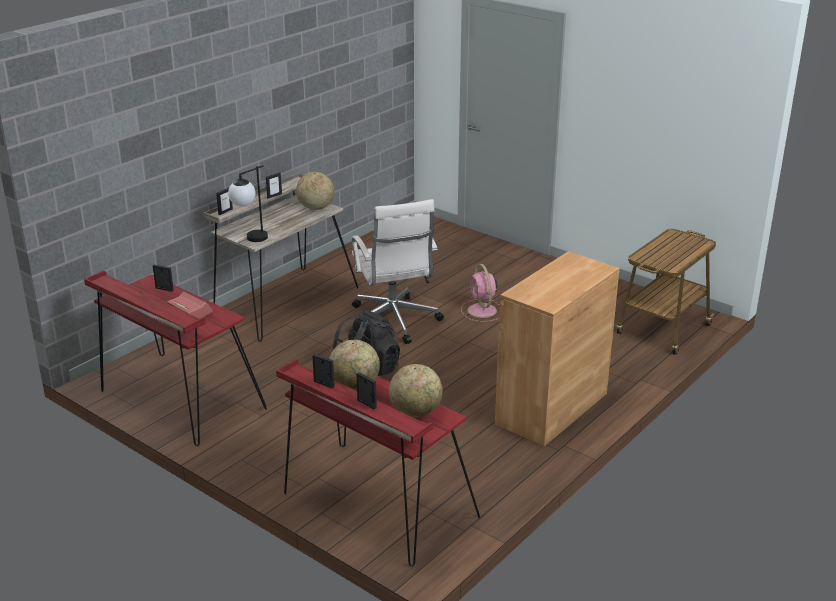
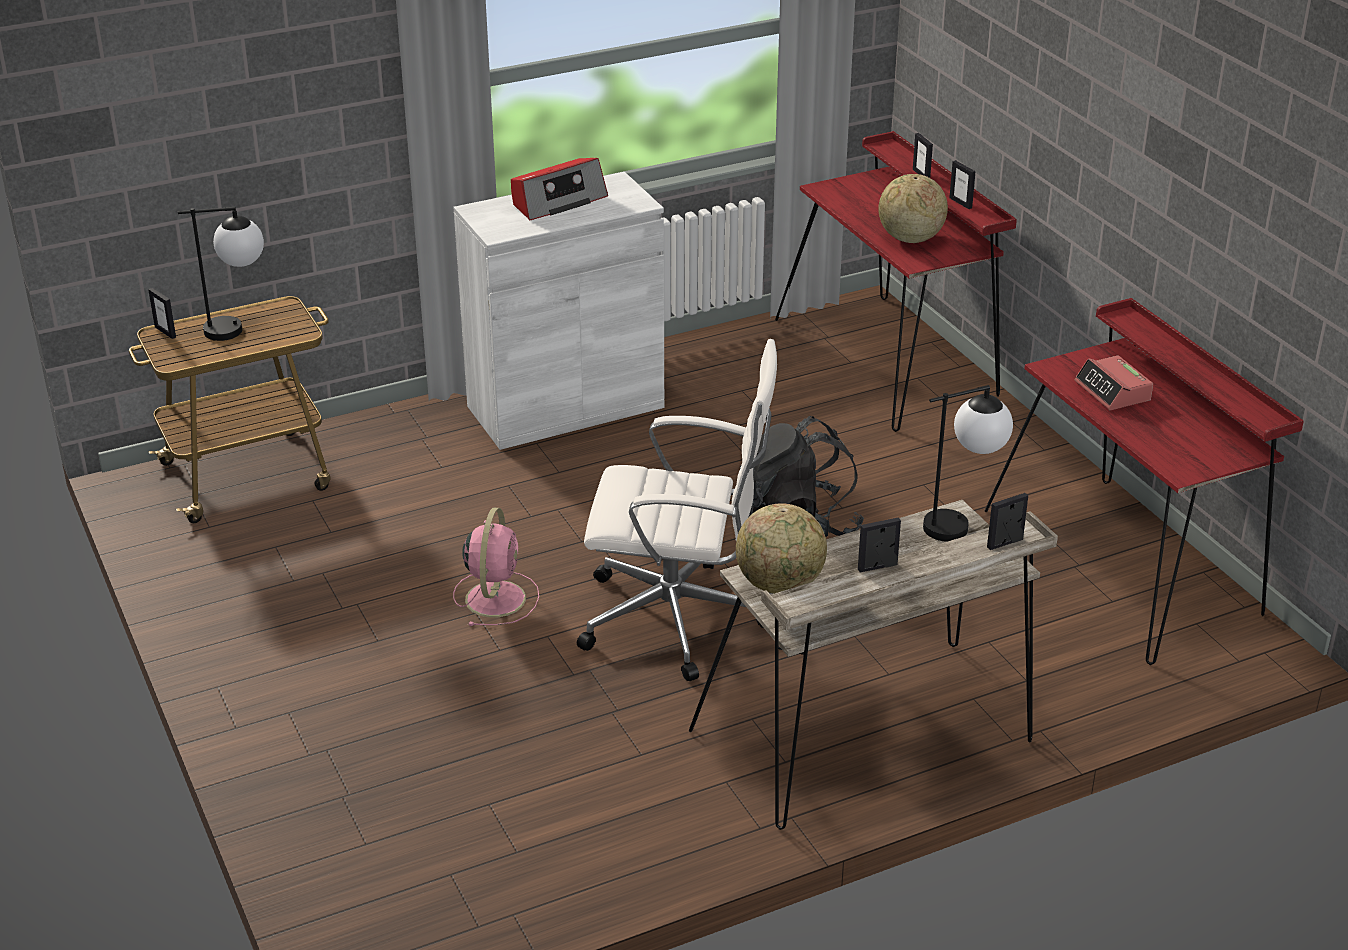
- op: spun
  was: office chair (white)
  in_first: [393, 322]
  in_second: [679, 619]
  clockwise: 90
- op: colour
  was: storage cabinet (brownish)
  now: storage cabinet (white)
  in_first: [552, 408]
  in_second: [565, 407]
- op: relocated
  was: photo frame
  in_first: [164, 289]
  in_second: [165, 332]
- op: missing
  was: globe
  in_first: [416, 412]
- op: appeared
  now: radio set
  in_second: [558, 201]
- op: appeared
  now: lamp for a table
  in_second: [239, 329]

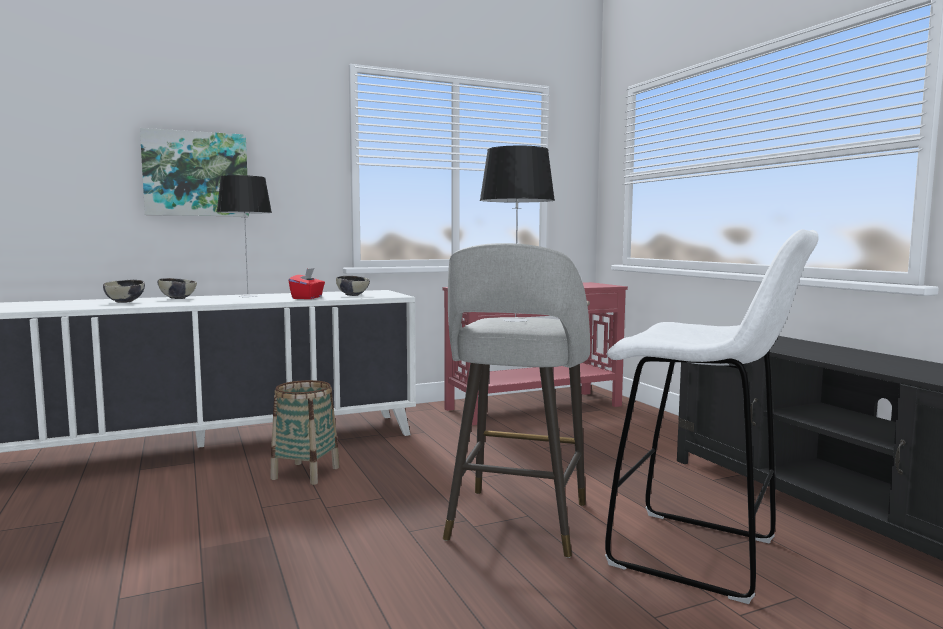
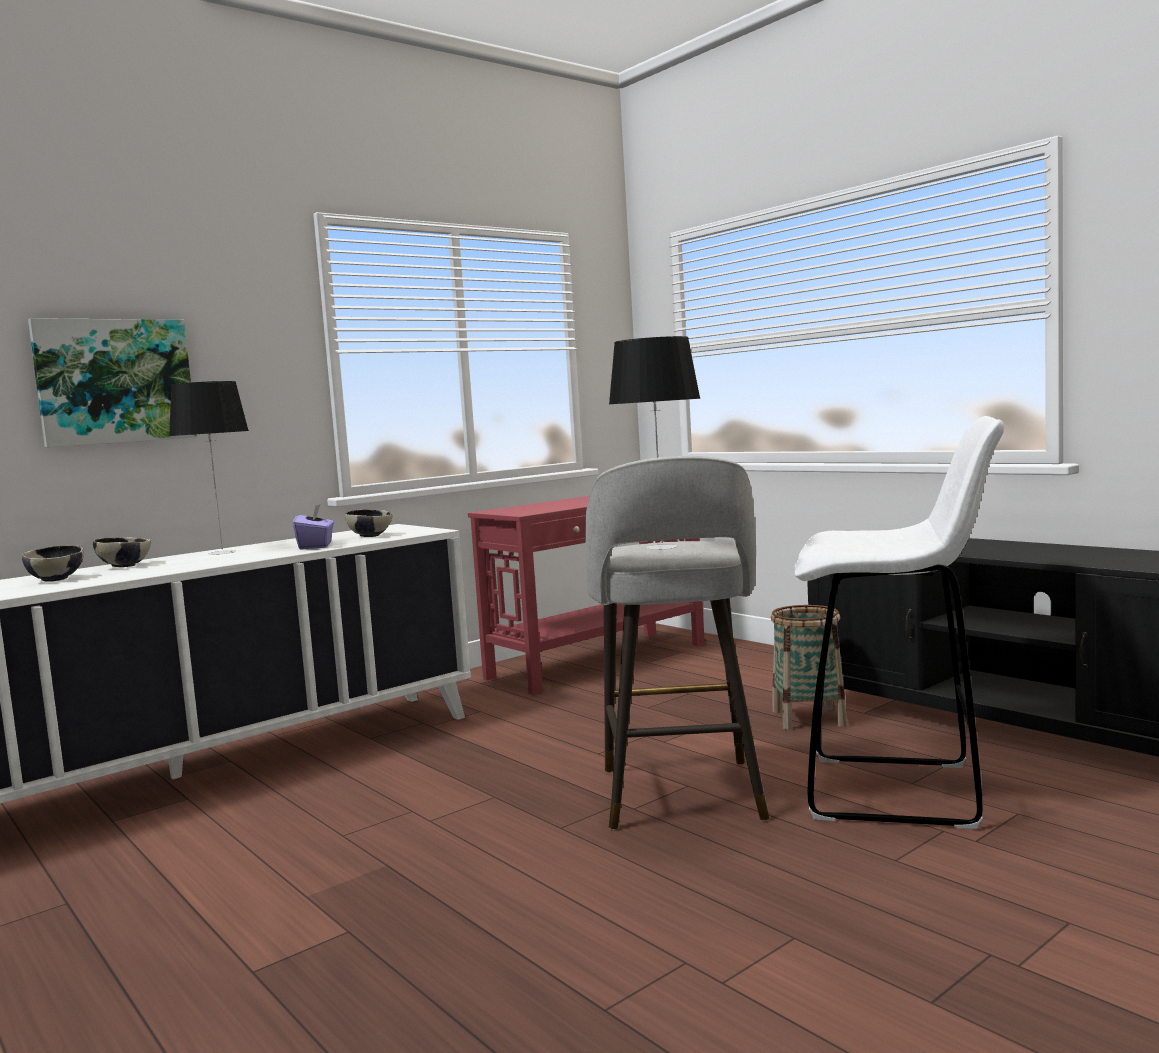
- op: colour
  was: tissue holder (reddish)
  now: tissue holder (purple-coloured)
  in_first: [307, 298]
  in_second: [316, 546]
- op: relocated
  was: household basket
  in_first: [305, 473]
  in_second: [808, 718]

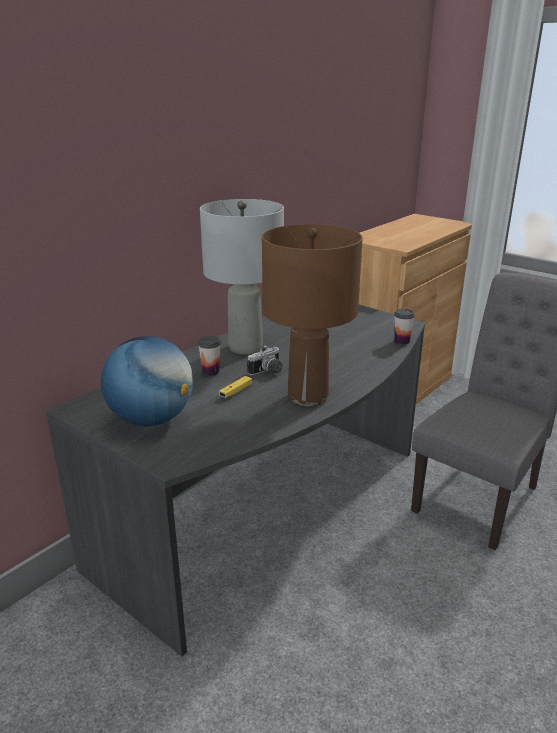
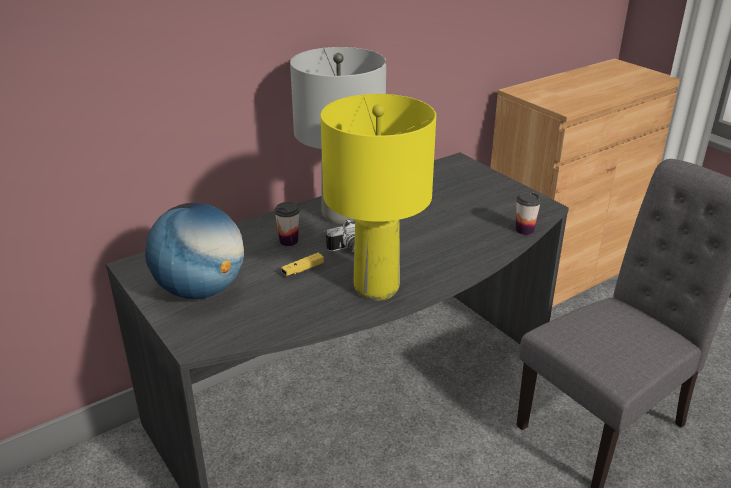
- op: colour
  was: lamp for a table (brownish)
  now: lamp for a table (yellow)
  in_first: [307, 397]
  in_second: [375, 288]

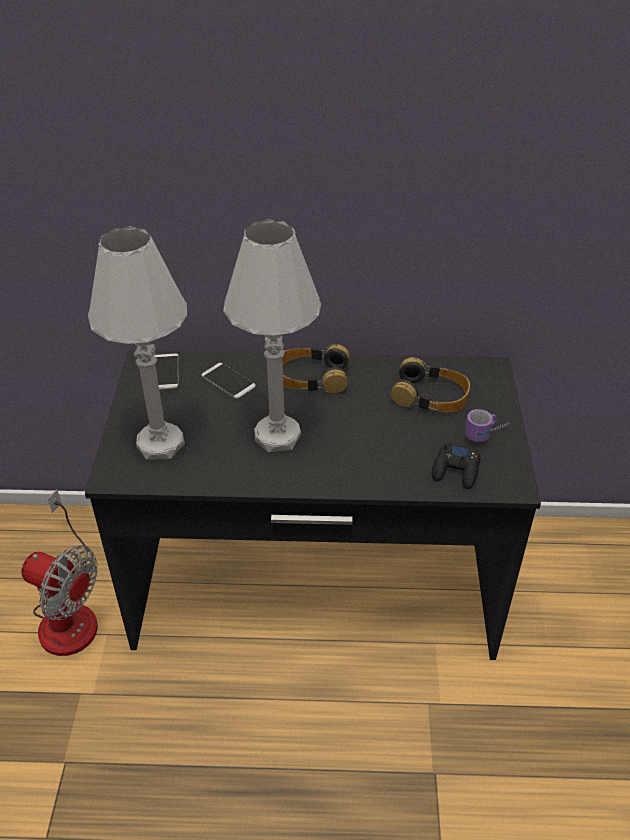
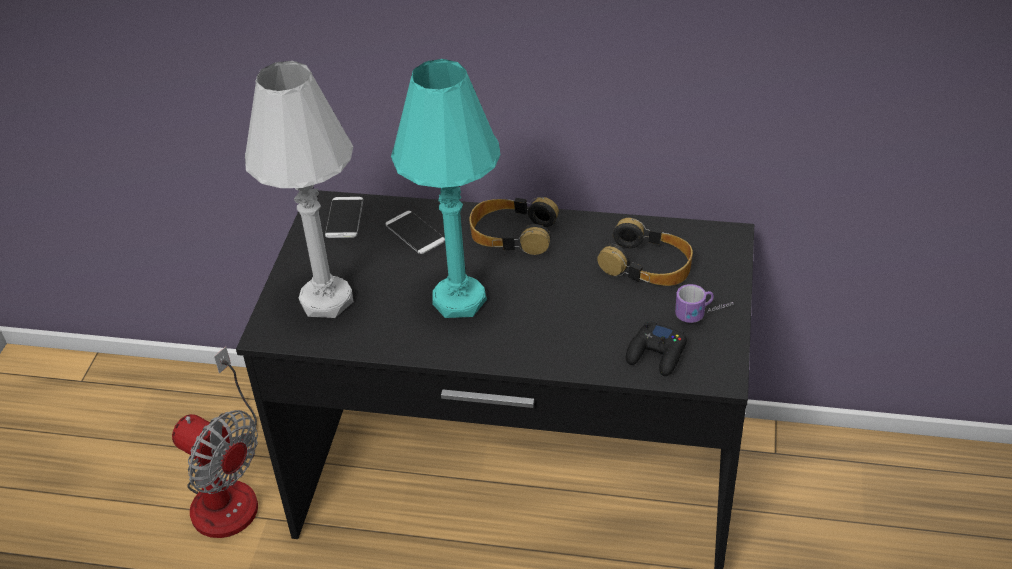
- op: colour
  was: lamp for a table (white)
  now: lamp for a table (blue-green)
  in_first: [278, 436]
  in_second: [459, 300]

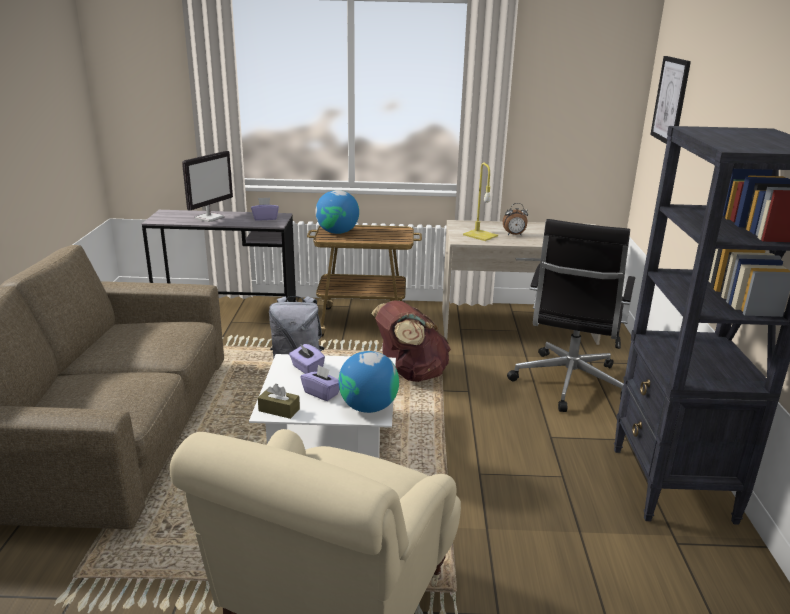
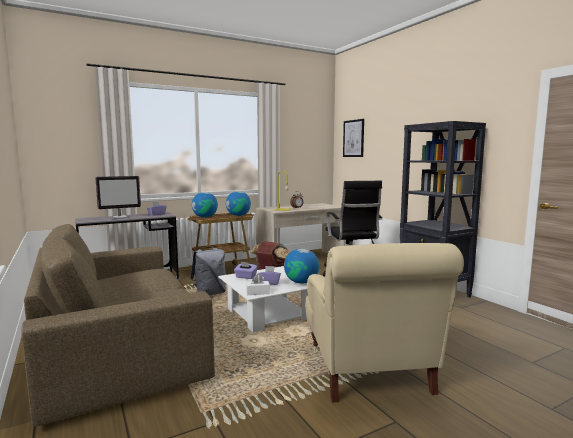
- op: spun
  was: computer screen
  in_first: [209, 217]
  in_second: [120, 217]
  clockwise: 60
- op: colour
  was: tissue holder (brownish)
  now: tissue holder (white)
  in_first: [279, 410]
  in_second: [257, 292]
- op: appeared
  now: globe
  in_second: [238, 215]

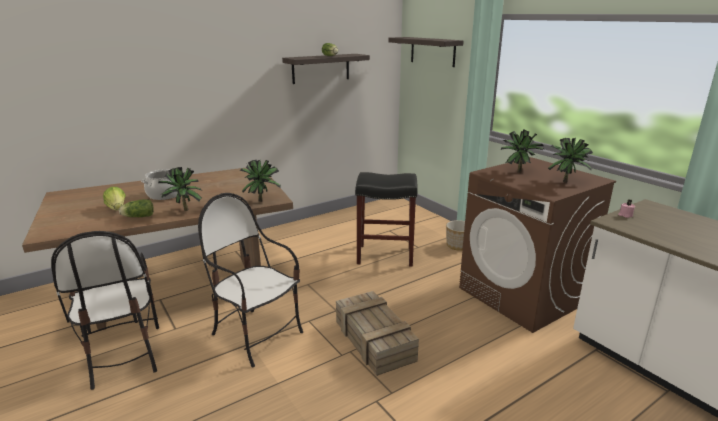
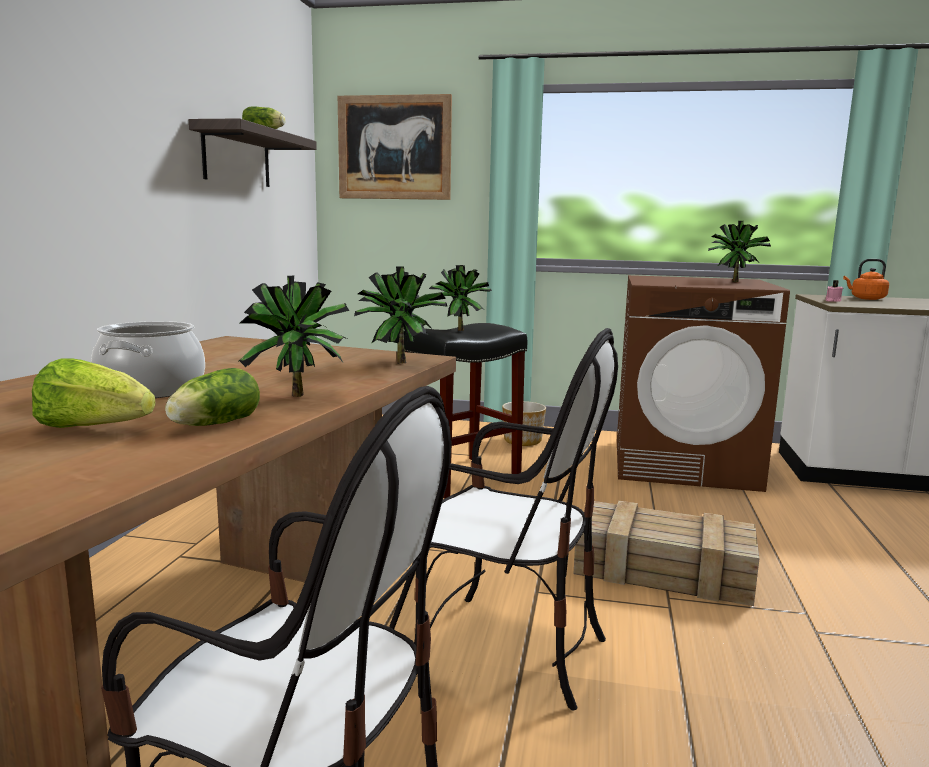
- op: exchanged
  was: shelf
  now: wall art
  in_first: [432, 51]
  in_second: [394, 148]
- op: relocated
  was: plant in a pot
  in_first: [518, 171]
  in_second: [457, 330]
- op: spun
  was: chair
  in_first: [257, 335]
  in_second: [506, 651]
  clockwise: -150
- op: appeared
  now: kettle (orangey)
  in_second: [866, 298]

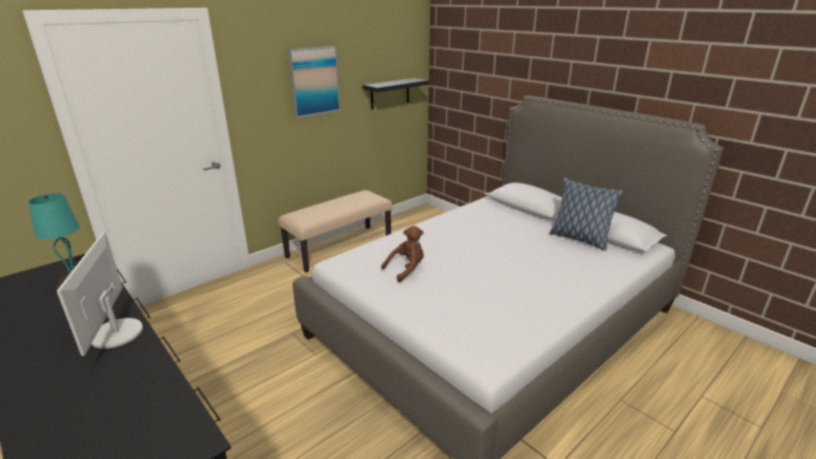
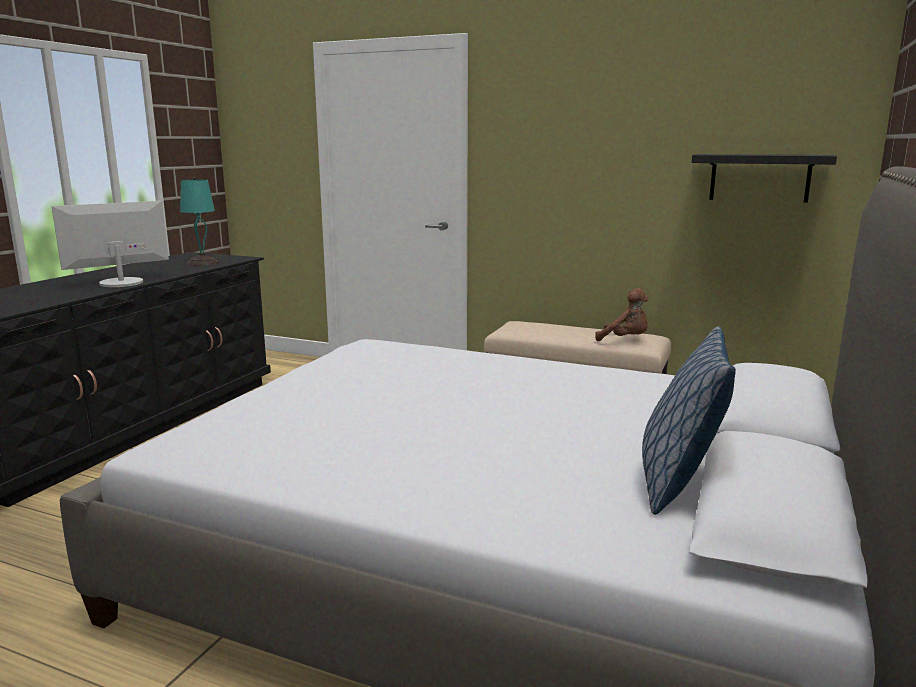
- op: missing
  was: wall art
  in_first: [314, 81]
- op: relocated
  was: plush toy (brownish)
  in_first: [406, 269]
  in_second: [625, 340]

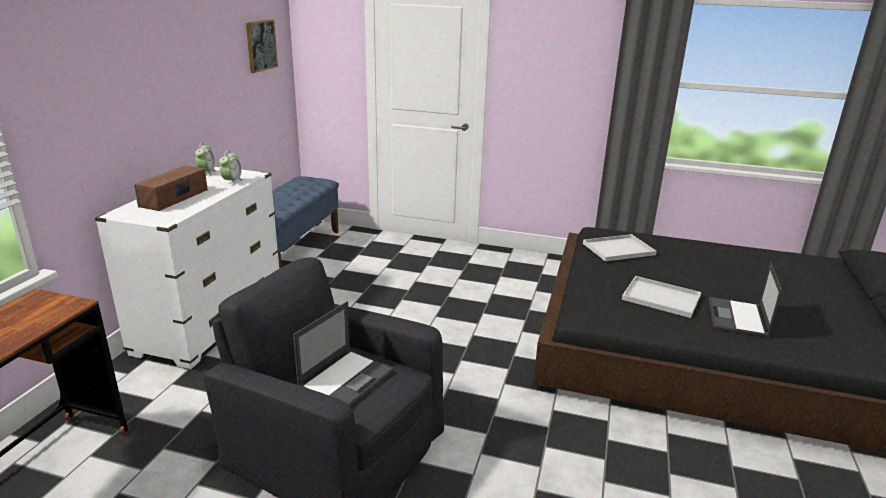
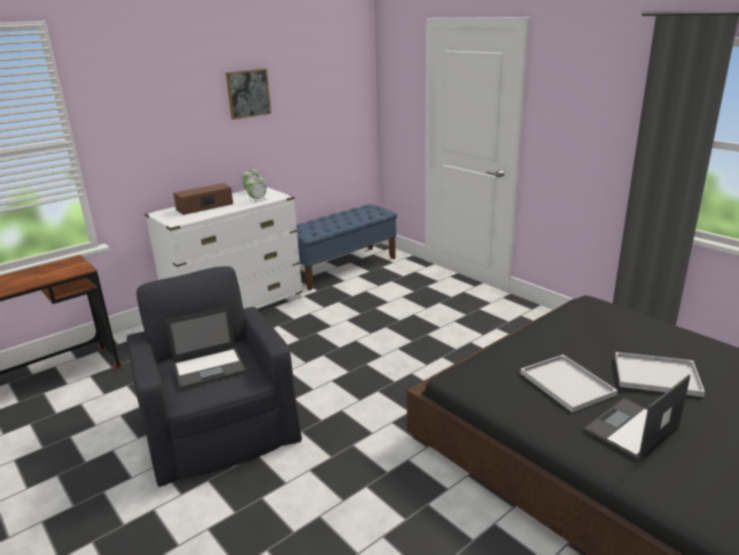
- op: relocated
  was: wall art
  in_first: [261, 45]
  in_second: [248, 93]
- op: relocated
  was: carrying tray (white)
  in_first: [619, 248]
  in_second: [658, 375]

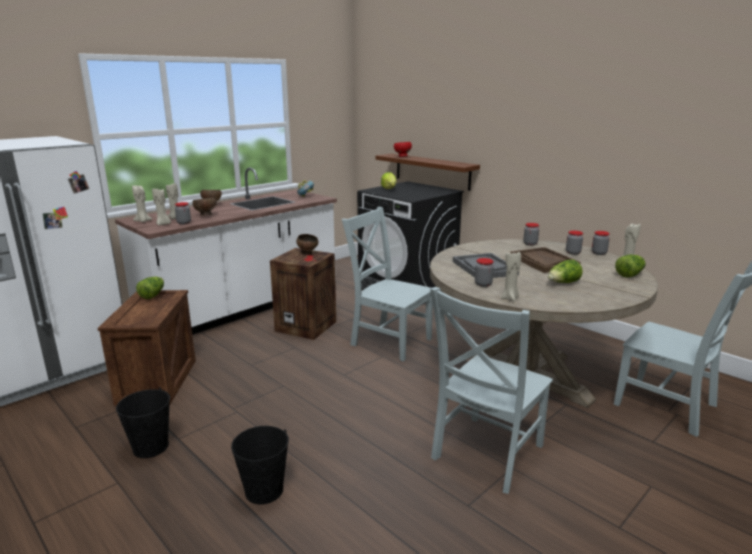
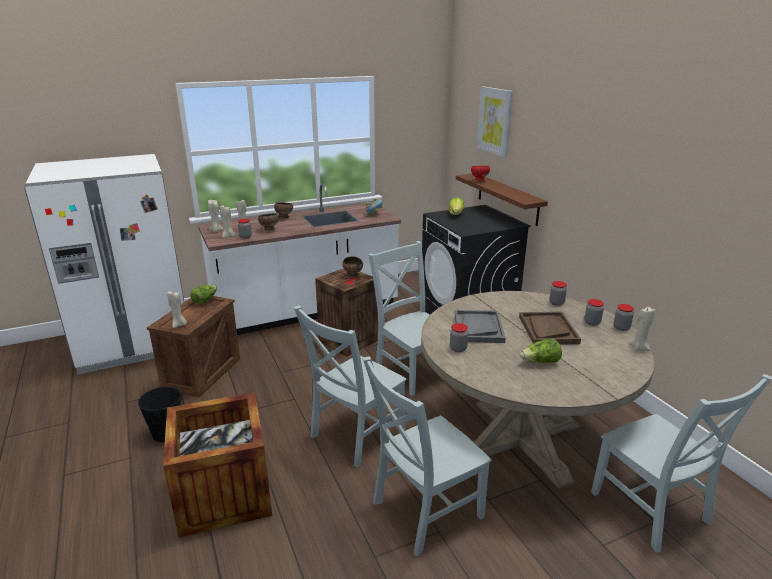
- op: relocated
  was: wax candle (sand-coloured)
  in_first: [510, 298]
  in_second: [179, 325]
- op: missing
  was: lettuce head
  in_first: [629, 274]
- op: exchanged
  was: pail (blackish)
  now: packing crate
  in_first: [264, 490]
  in_second: [224, 493]
- op: appeared
  now: wall art
  in_second: [495, 121]
- op: appeared
  now: chair (gray)
  in_second: [354, 435]

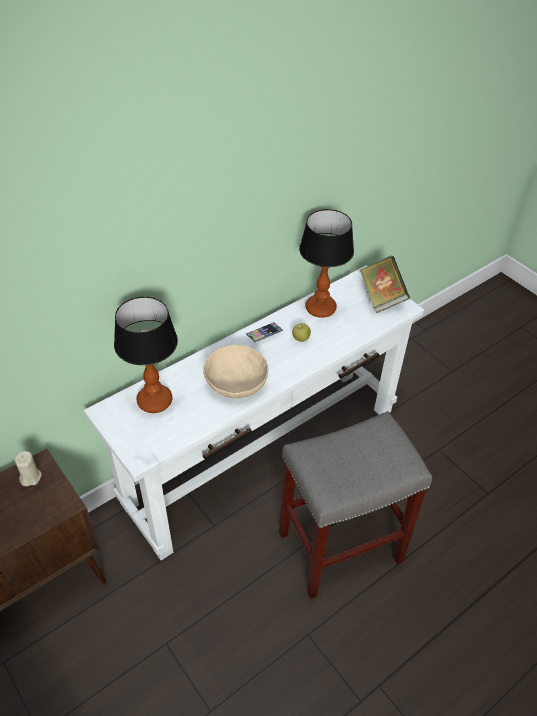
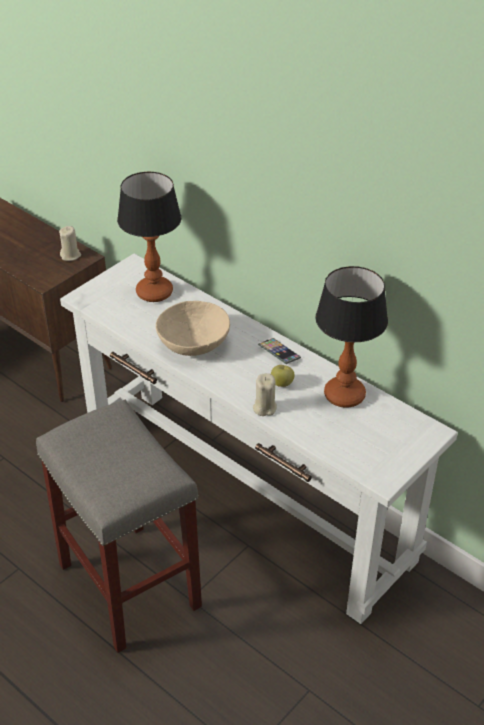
- op: missing
  was: book
  in_first: [381, 297]
- op: appeared
  now: wax candle (sand-coloured)
  in_second: [264, 407]

